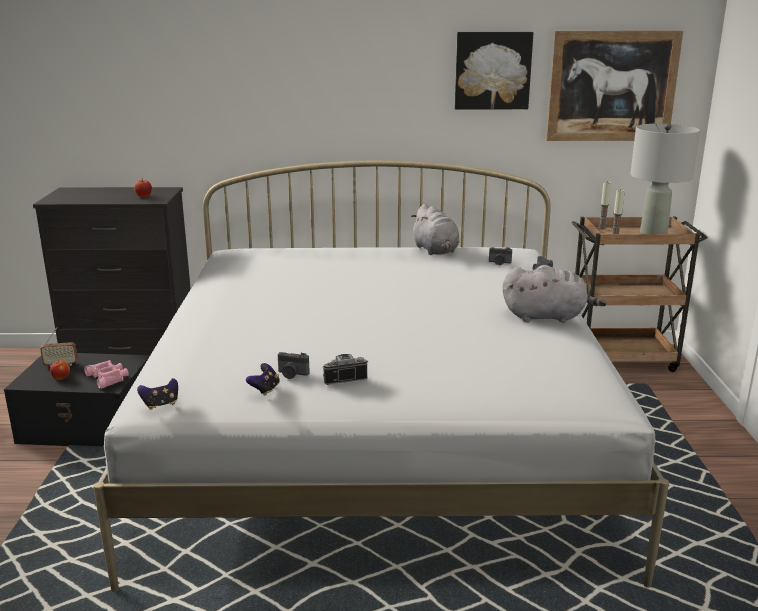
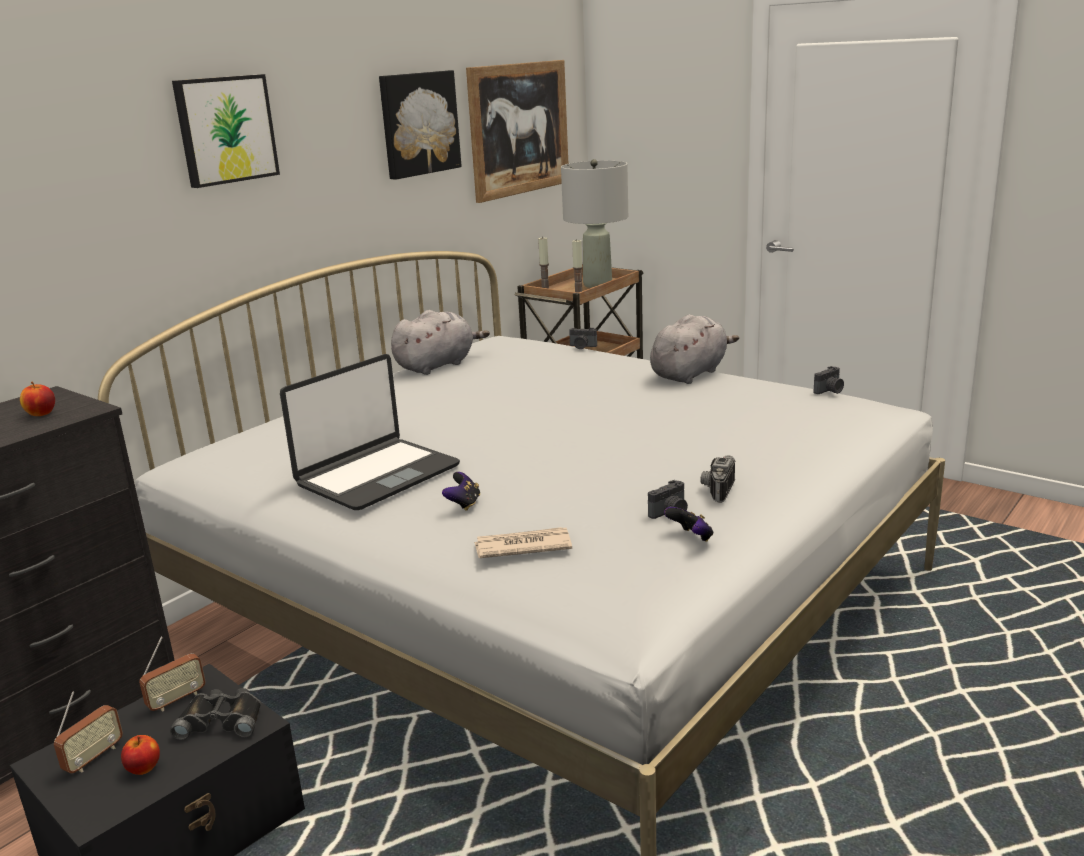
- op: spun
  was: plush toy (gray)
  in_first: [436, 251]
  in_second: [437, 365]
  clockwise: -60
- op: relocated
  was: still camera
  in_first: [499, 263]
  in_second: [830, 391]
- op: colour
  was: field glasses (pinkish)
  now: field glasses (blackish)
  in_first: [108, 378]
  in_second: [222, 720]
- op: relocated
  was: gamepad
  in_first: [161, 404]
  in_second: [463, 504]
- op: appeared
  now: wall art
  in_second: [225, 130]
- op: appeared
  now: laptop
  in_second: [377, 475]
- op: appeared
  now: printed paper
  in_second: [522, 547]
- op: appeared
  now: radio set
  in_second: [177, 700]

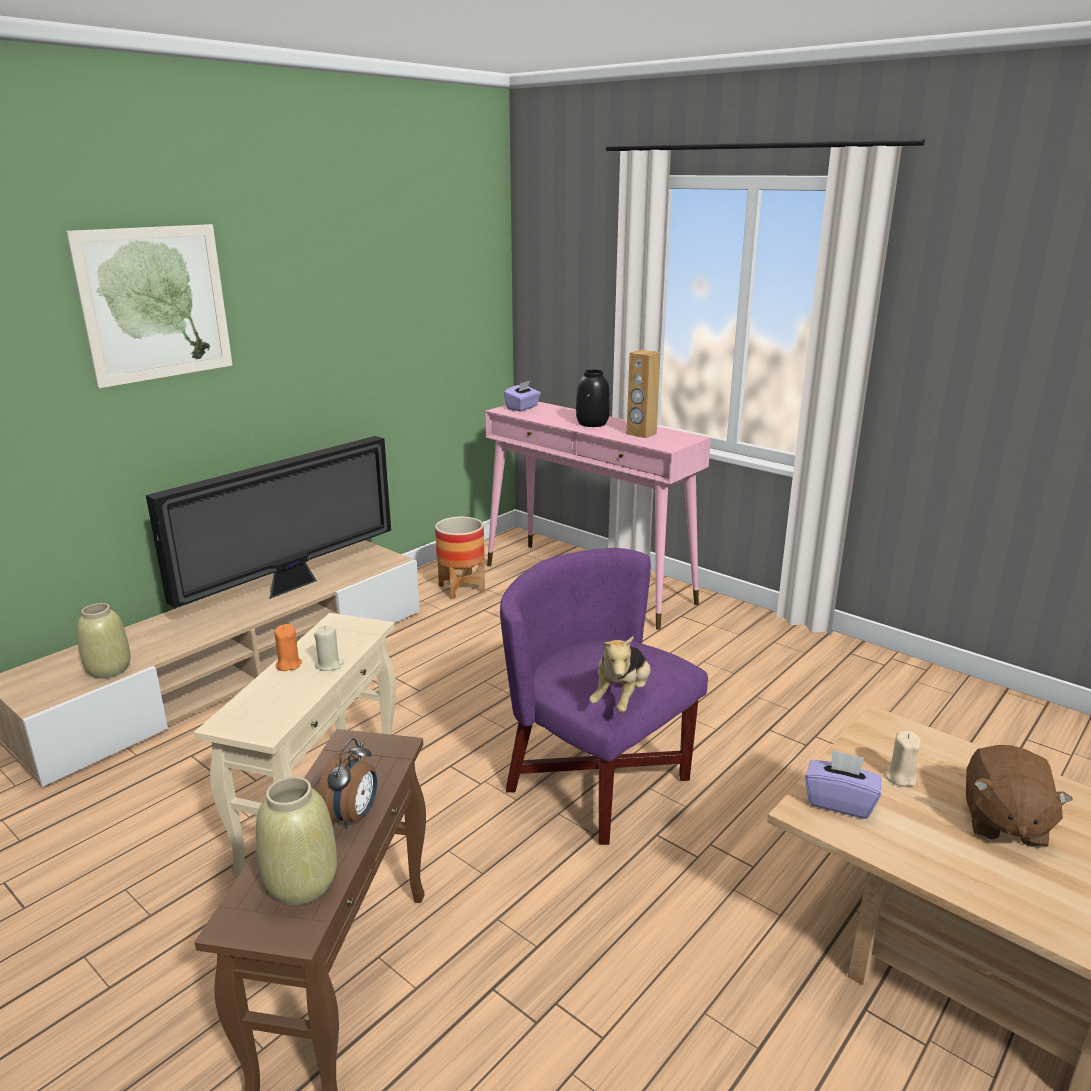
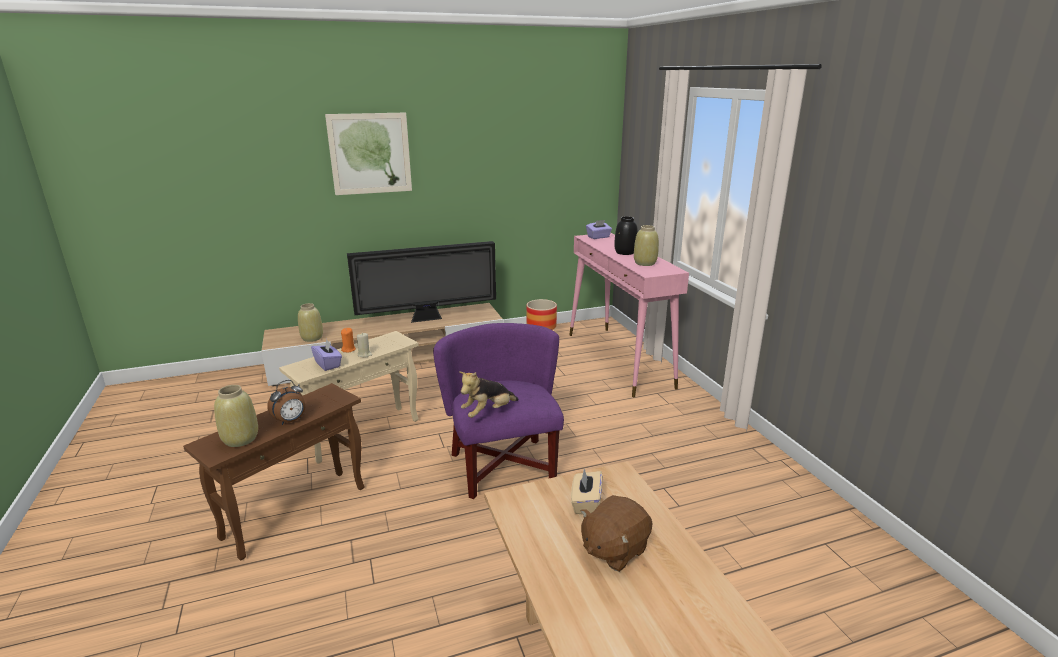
- op: exchanged
  was: loudspeaker (brownish)
  now: flower vase (sand-coloured)
  in_first: [641, 434]
  in_second: [645, 263]
- op: exchanged
  was: wax candle (sand-coloured)
  now: tissue holder (sand-coloured)
  in_first: [900, 777]
  in_second: [586, 503]
- op: relocated
  was: tissue holder (purple-coloured)
  in_first: [839, 802]
  in_second: [328, 364]

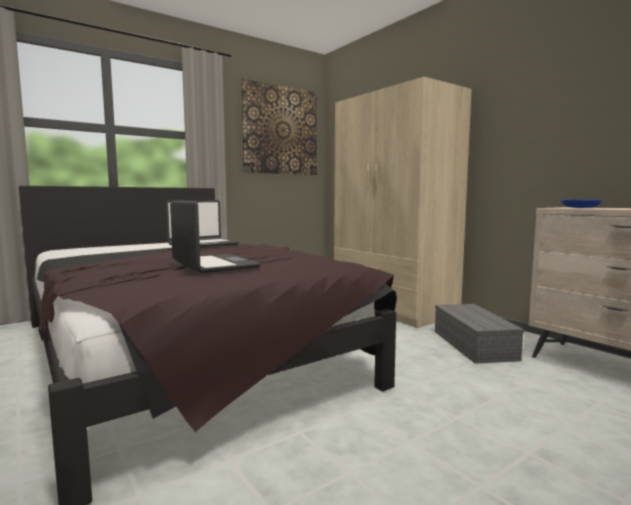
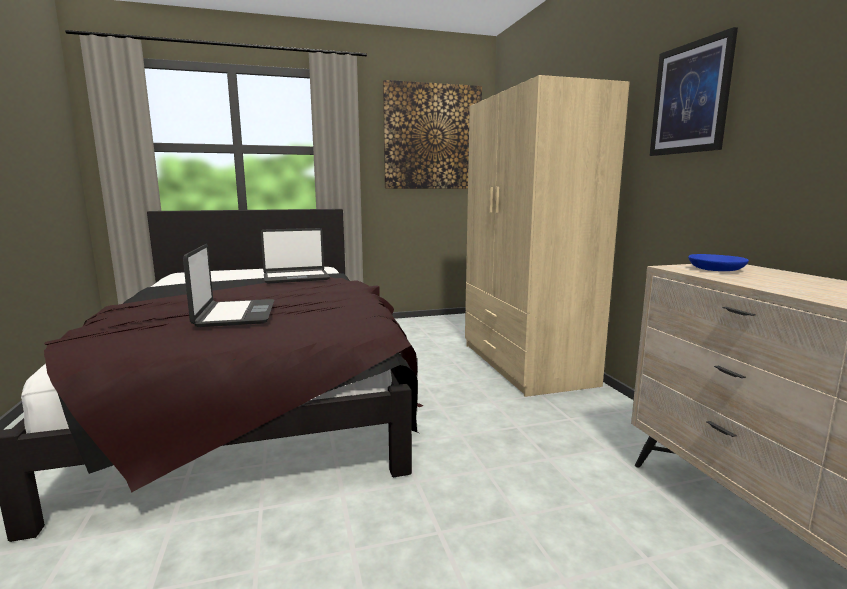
- op: missing
  was: storage container (gray)
  in_first: [475, 345]
- op: appeared
  now: wall art
  in_second: [690, 98]

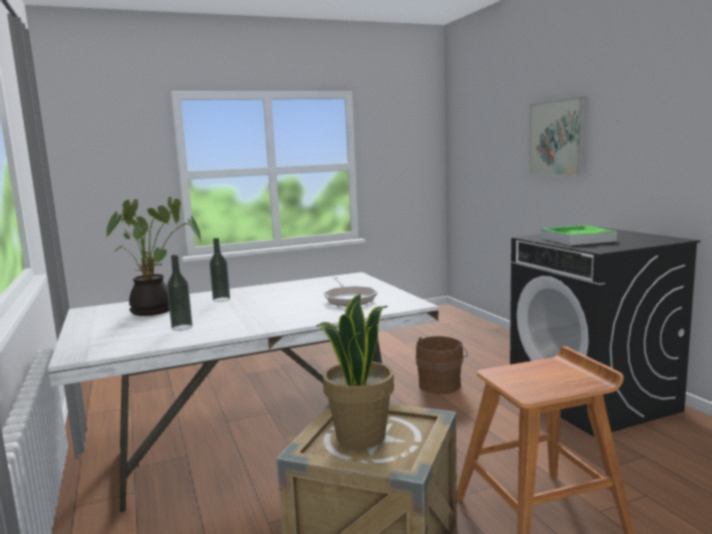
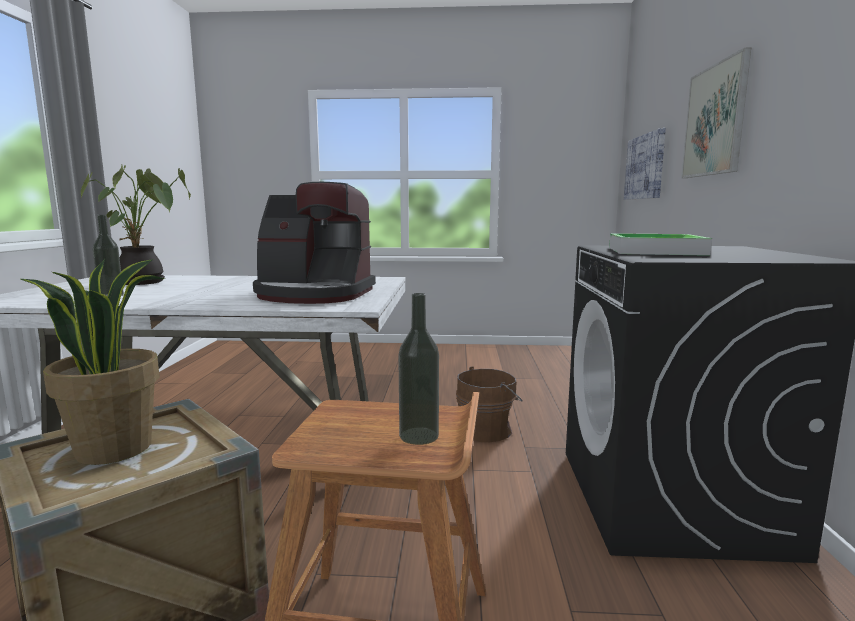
- op: relocated
  was: drink bottle
  in_first: [221, 299]
  in_second: [419, 436]
- op: exchanged
  was: pan
  now: coffee maker
  in_first: [349, 299]
  in_second: [314, 294]
- op: appeared
  now: wall art
  in_second: [645, 167]

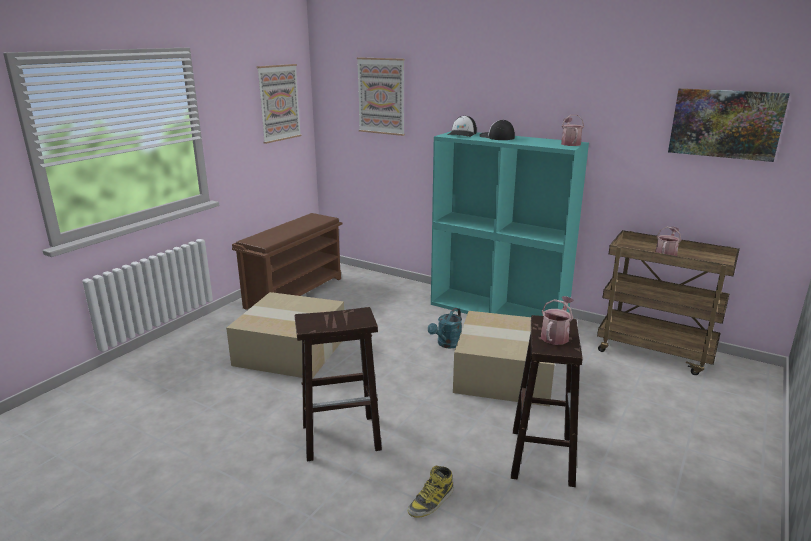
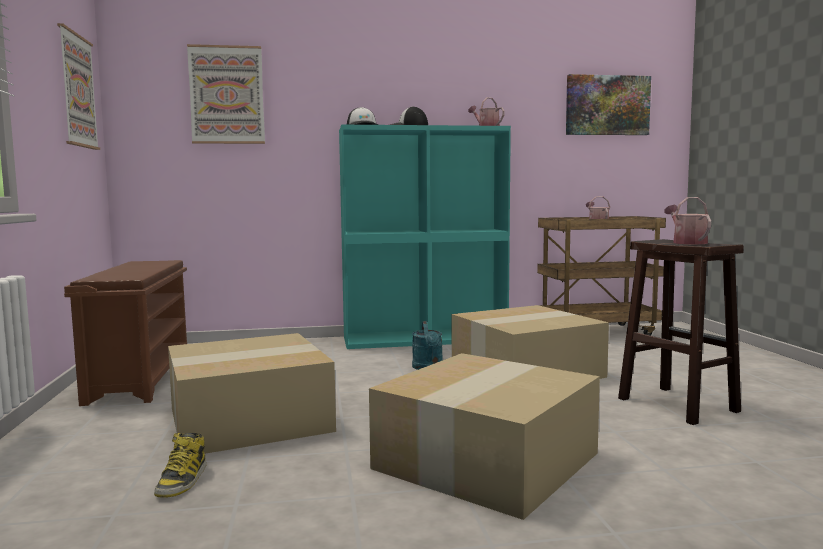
- op: exchanged
  was: sitting stool (brownish)
  now: carton
  in_first: [342, 437]
  in_second: [485, 459]
- op: relocated
  was: high-top boot
  in_first: [431, 501]
  in_second: [182, 481]

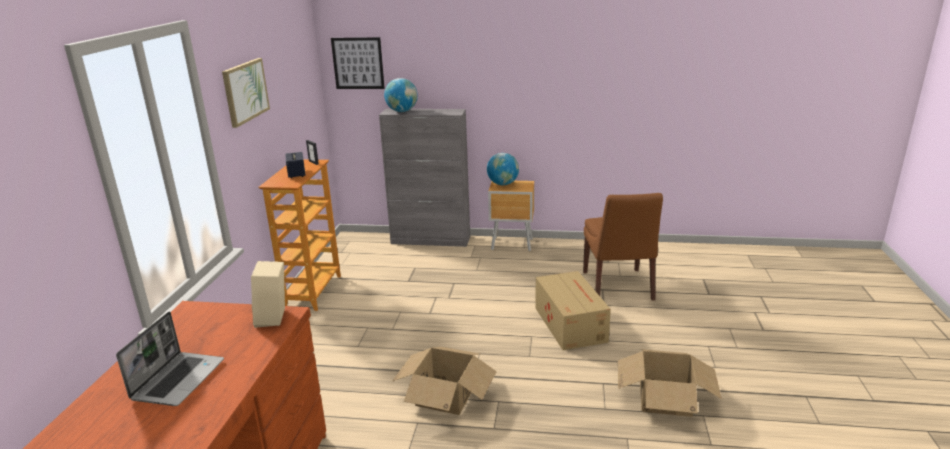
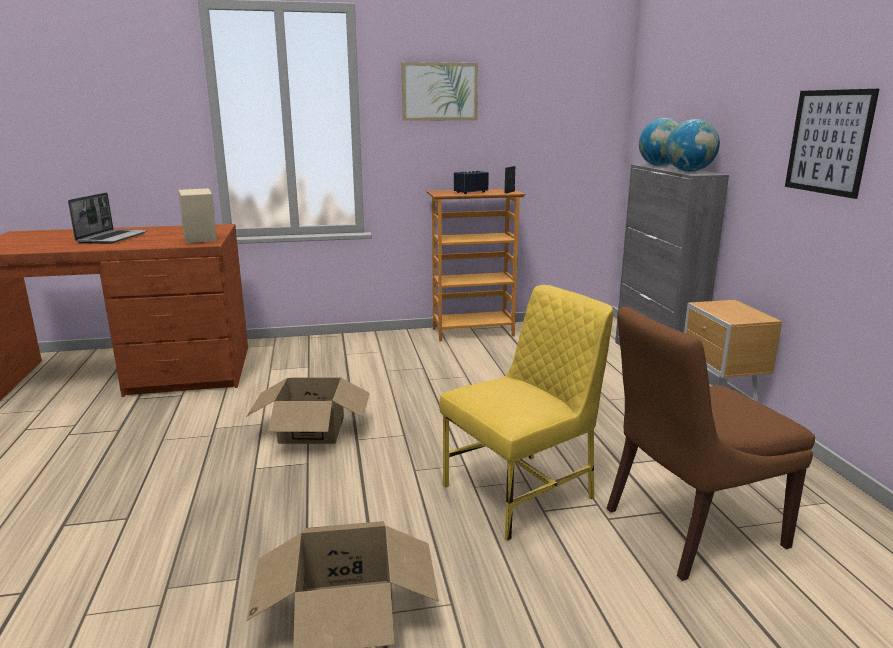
- op: relocated
  was: wall art
  in_first: [358, 63]
  in_second: [828, 142]
- op: relocated
  was: globe
  in_first: [503, 184]
  in_second: [689, 171]
- op: exchanged
  was: carton
  now: chair (yellow)
  in_first: [570, 323]
  in_second: [521, 492]
- op: spun
  was: laptop
  in_first: [178, 379]
  in_second: [112, 238]
  clockwise: -75

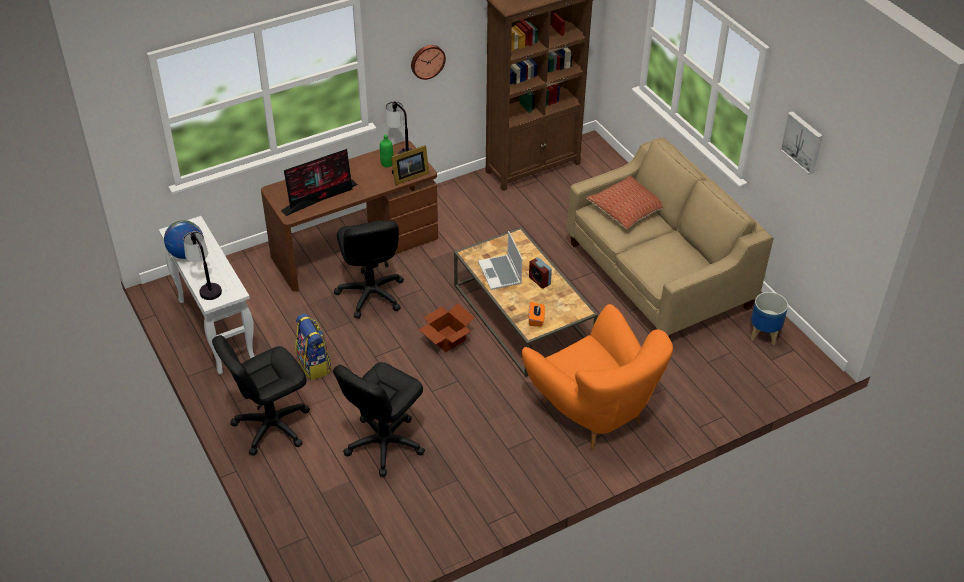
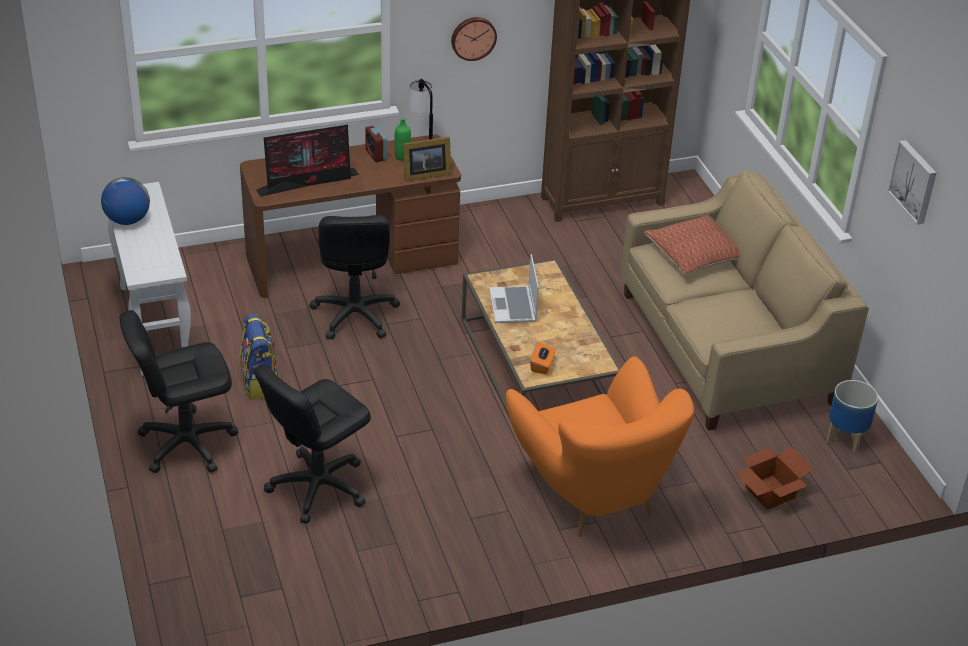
- op: missing
  was: lamp for a table
  in_first: [206, 286]
- op: relocated
  was: bedside clock
  in_first: [539, 281]
  in_second: [376, 155]
- op: relocated
  was: carton
  in_first: [446, 339]
  in_second: [768, 492]

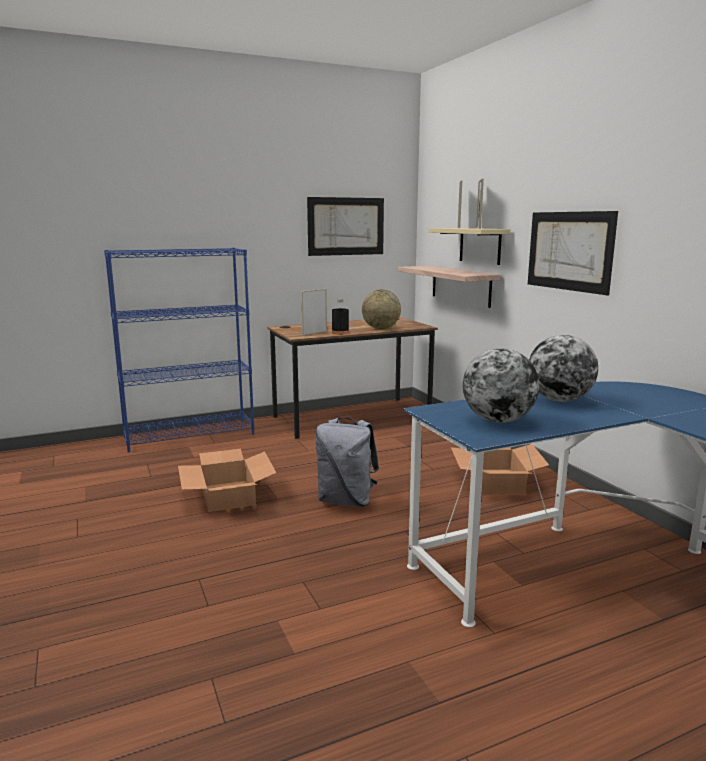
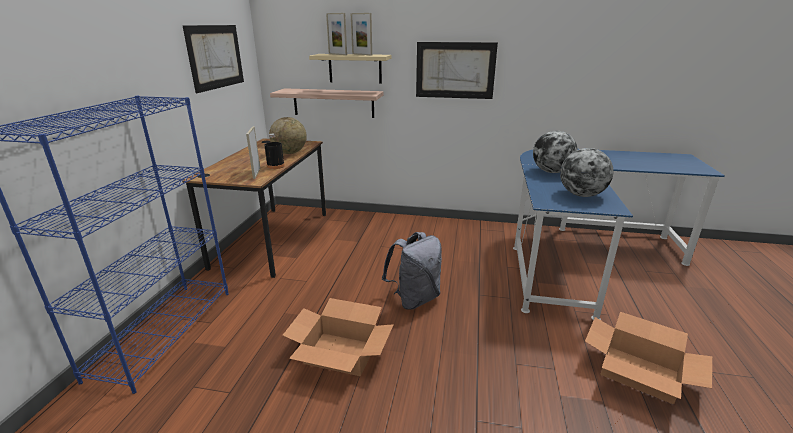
- op: relocated
  was: carton
  in_first: [496, 481]
  in_second: [639, 373]

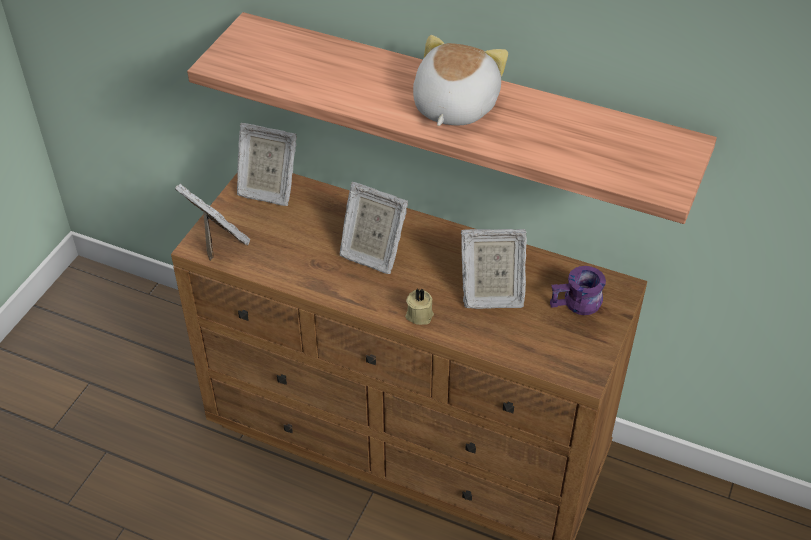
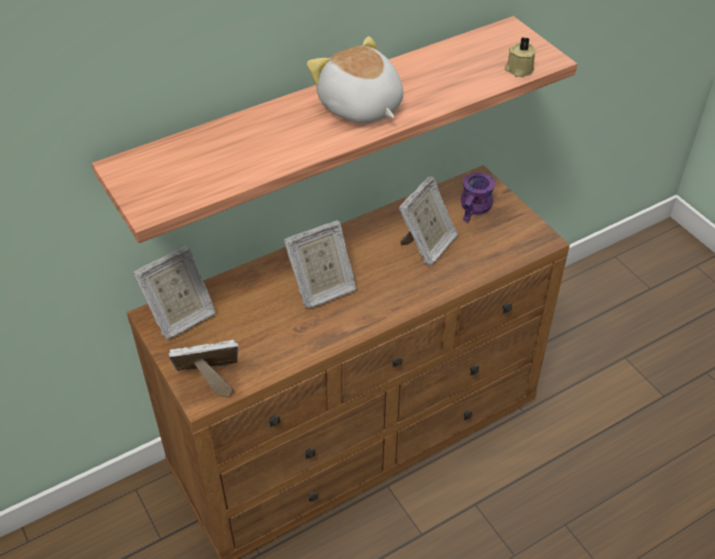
- op: relocated
  was: wax candle (sand-coloured)
  in_first: [419, 314]
  in_second: [518, 69]

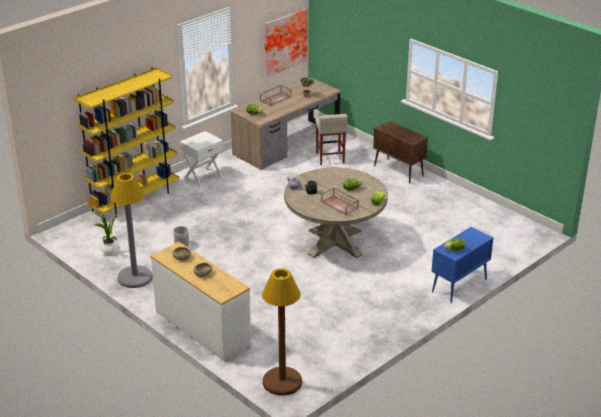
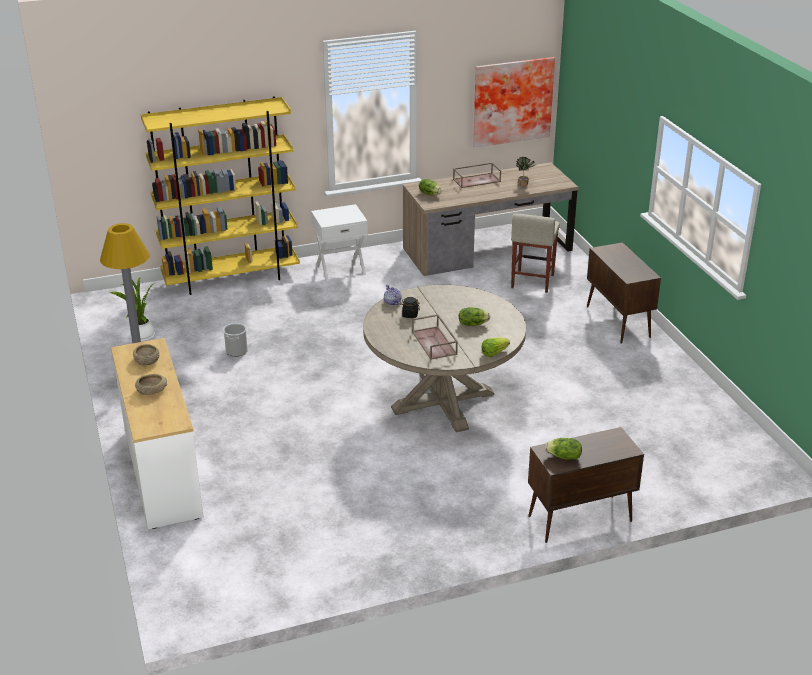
- op: colour
  was: storage cabinet (blue-coloured)
  now: storage cabinet (brownish)
  in_first: [459, 286]
  in_second: [579, 519]
- op: missing
  was: standard lamp (brownish)
  in_first: [282, 382]

